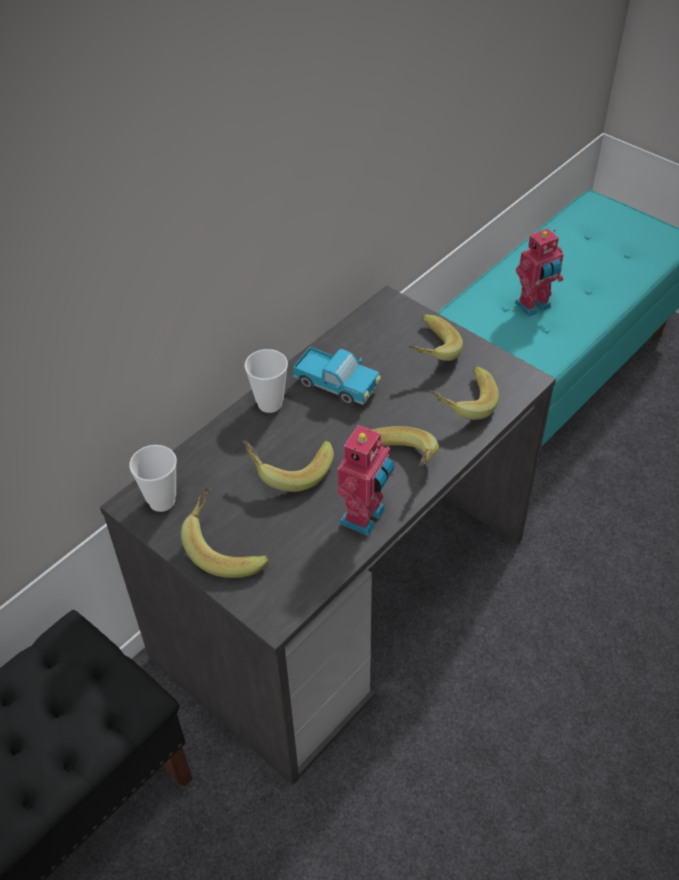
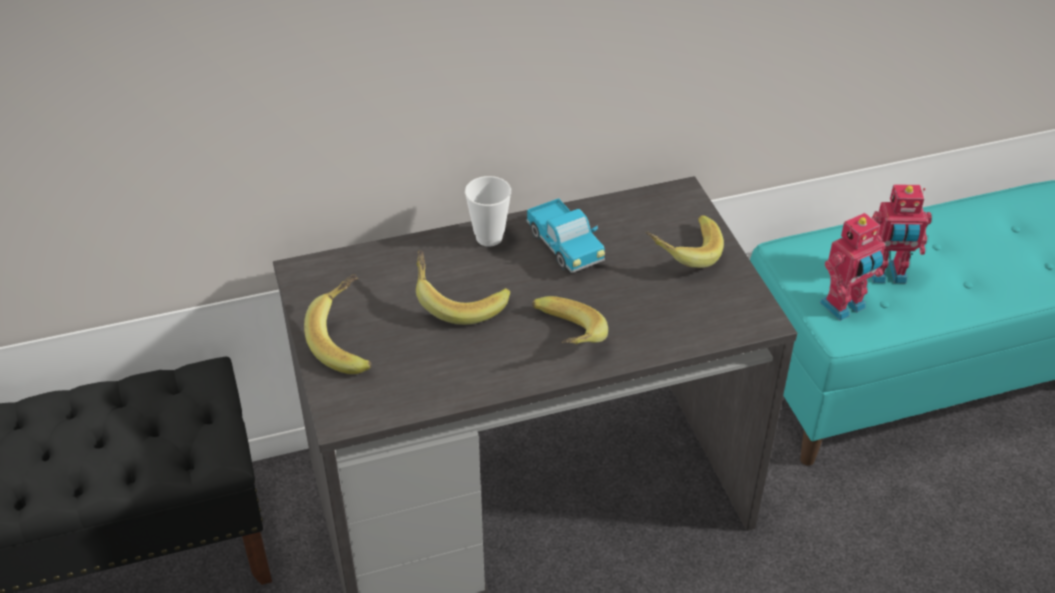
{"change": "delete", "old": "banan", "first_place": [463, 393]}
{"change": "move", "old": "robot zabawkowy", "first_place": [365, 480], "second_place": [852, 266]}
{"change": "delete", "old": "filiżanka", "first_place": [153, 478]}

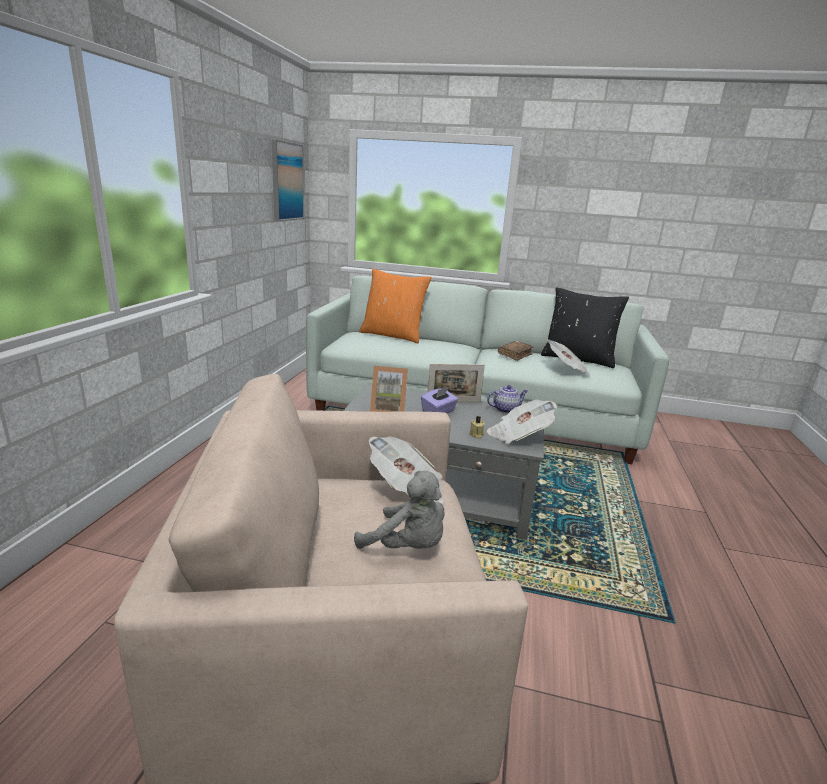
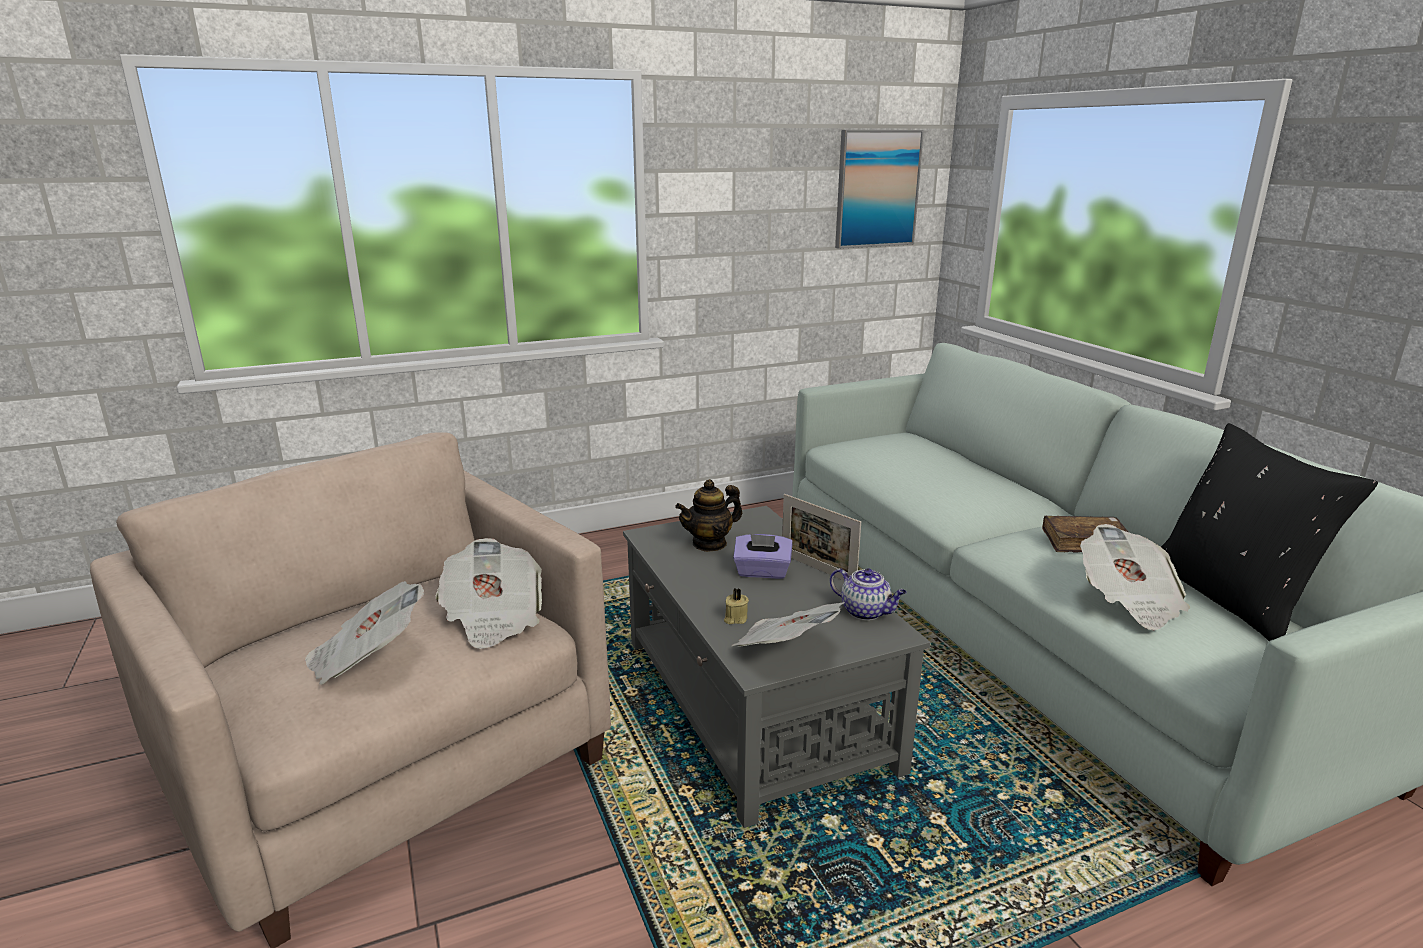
{"change": "delete", "old": "poduszka/pomarańczowy", "first_place": [395, 306]}
{"change": "replace", "old": "ramka na zdjęcie", "new": "imbryk", "first_place": [389, 389], "second_place": [708, 515]}
{"change": "replace", "old": "pluszak/szary", "new": "gazeta", "first_place": [399, 510], "second_place": [364, 633]}

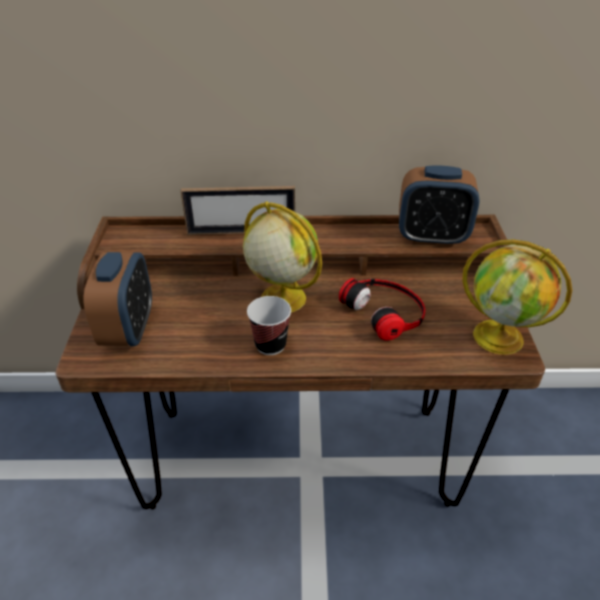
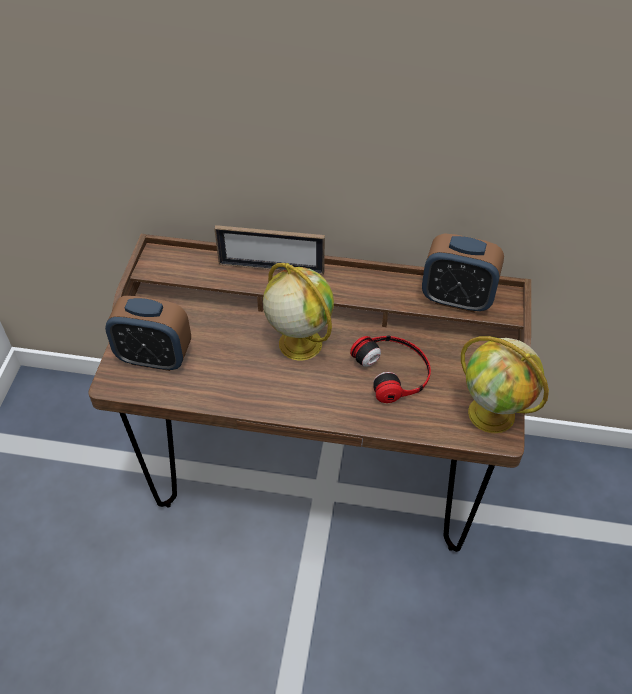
{"change": "rotate", "old": "budzik", "first_place": [118, 299], "second_place": [148, 333], "degrees": 90}
{"change": "delete", "old": "filiżanka", "first_place": [269, 325]}

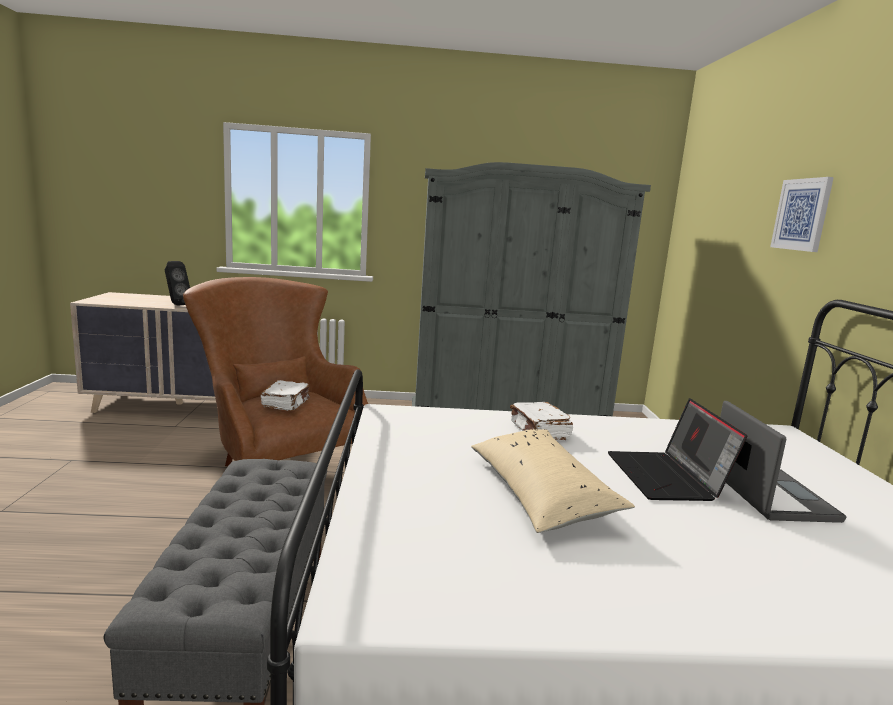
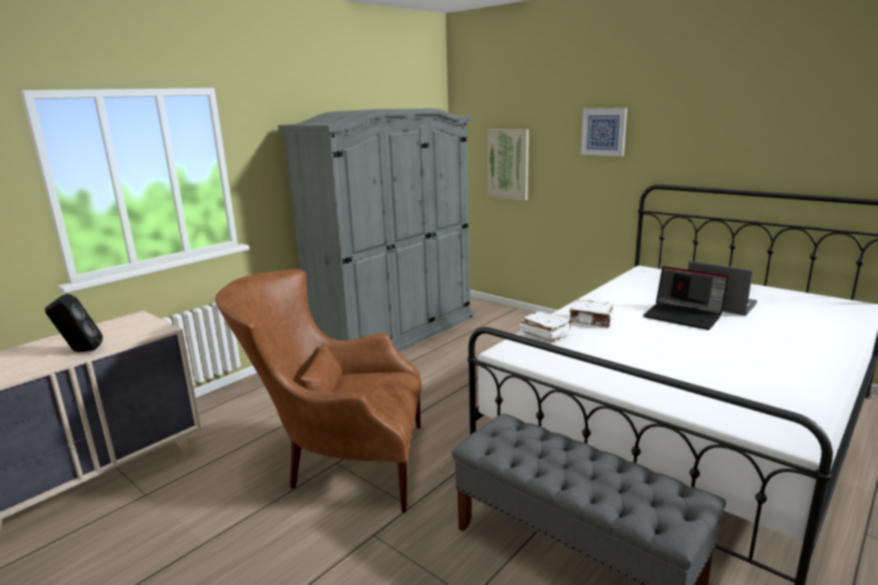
{"change": "move", "old": "książka/biały", "first_place": [285, 395], "second_place": [546, 326]}
{"change": "delete", "old": "poduszka/beżowy", "first_place": [553, 481]}
{"change": "insert", "new": "obraz", "second_place": [508, 165]}

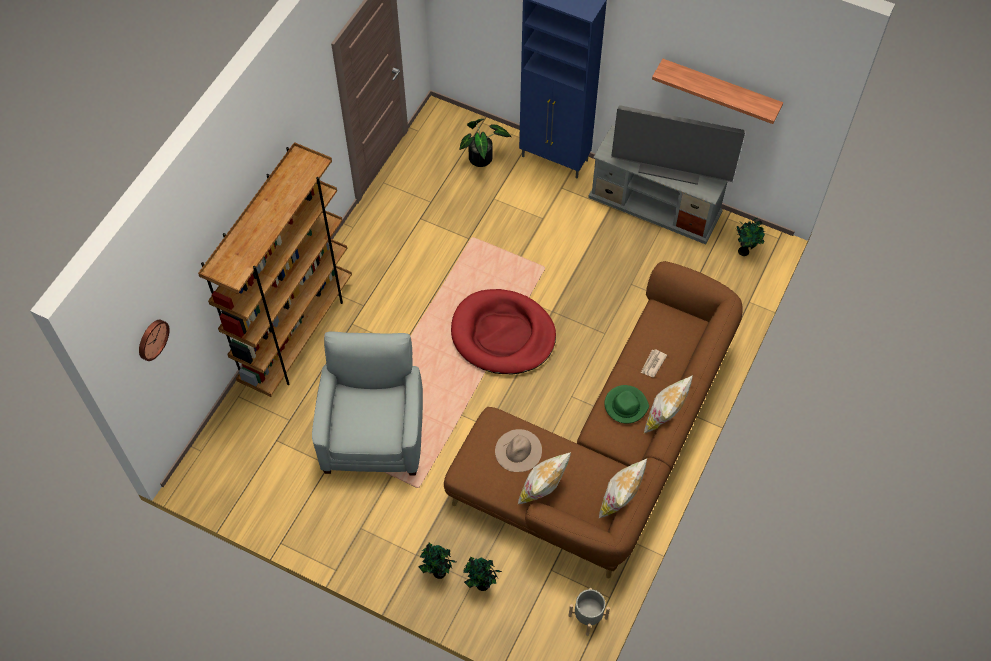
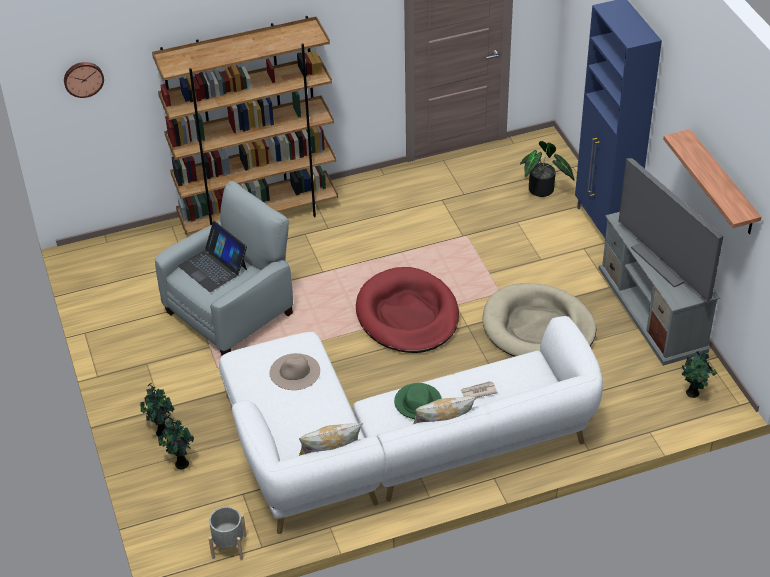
{"change": "recolor", "old": "kanapa/brązowy", "new": "kanapa/biały", "first_place": [593, 419], "second_place": [411, 425]}
{"change": "delete", "old": "poduszka", "first_place": [544, 478]}
{"change": "insert", "new": "laptop", "second_place": [213, 256]}
{"change": "insert", "new": "legowisko/beżowy", "second_place": [539, 320]}

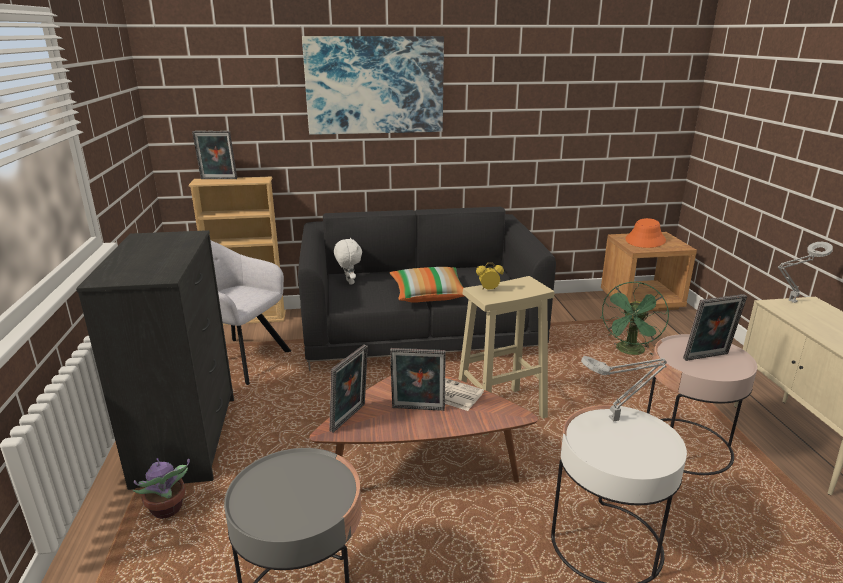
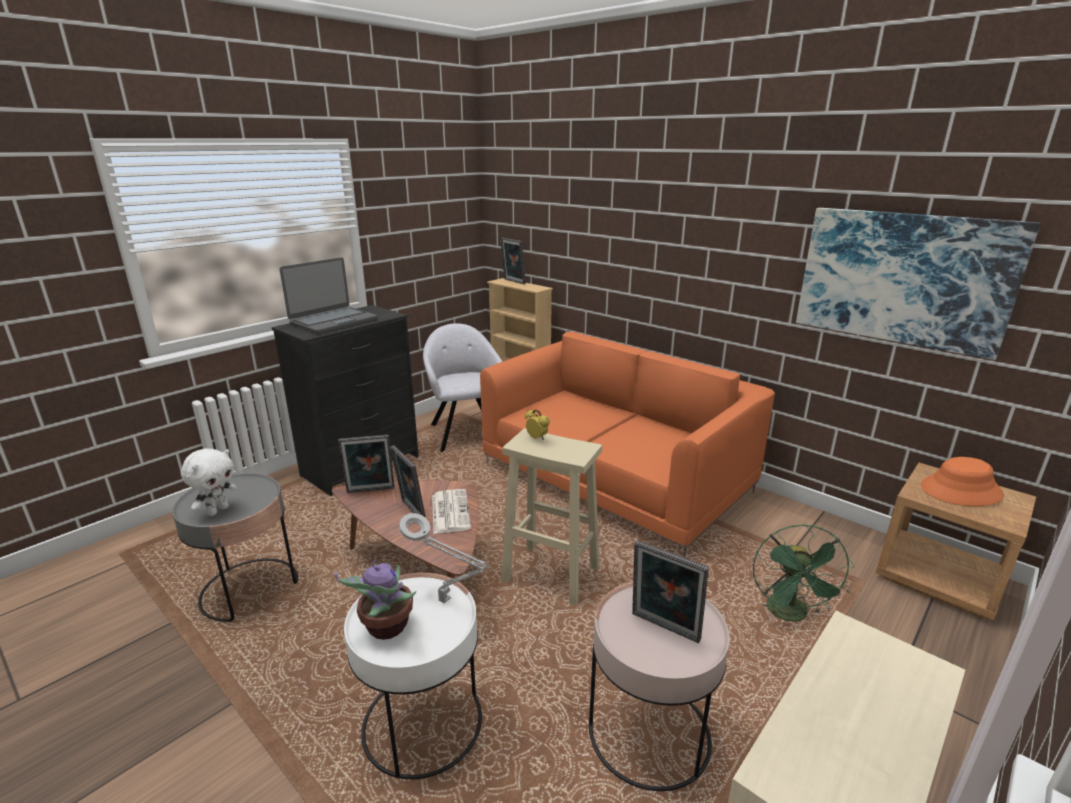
{"change": "move", "old": "obraz", "first_place": [373, 85], "second_place": [918, 284]}
{"change": "recolor", "old": "kanapa/czarny", "new": "kanapa/pomarańczowy", "first_place": [427, 289], "second_place": [627, 444]}
{"change": "move", "old": "pluszak/biały", "first_place": [348, 261], "second_place": [209, 482]}
{"change": "delete", "old": "lampa stołowa/szary", "first_place": [805, 272]}
{"change": "delete", "old": "poduszka", "first_place": [427, 285]}
{"change": "rotate", "old": "wentylator/zielony", "first_place": [634, 318], "second_place": [803, 573], "degrees": -75}
{"change": "move", "old": "roślina doniczkowa", "first_place": [161, 488], "second_place": [375, 600]}
{"change": "insert", "new": "laptop", "second_place": [329, 295]}

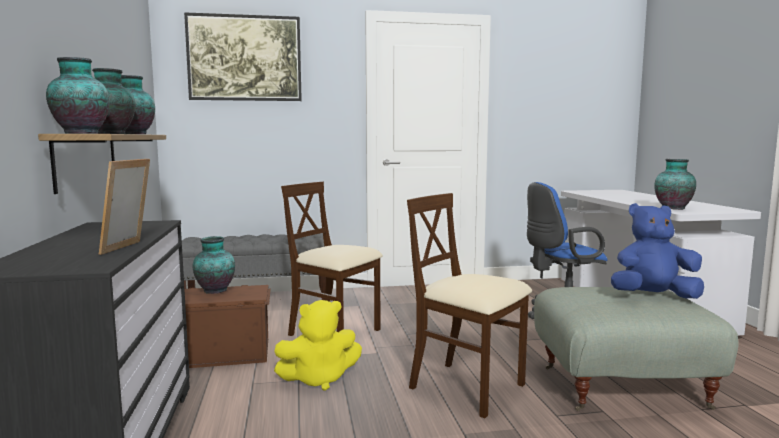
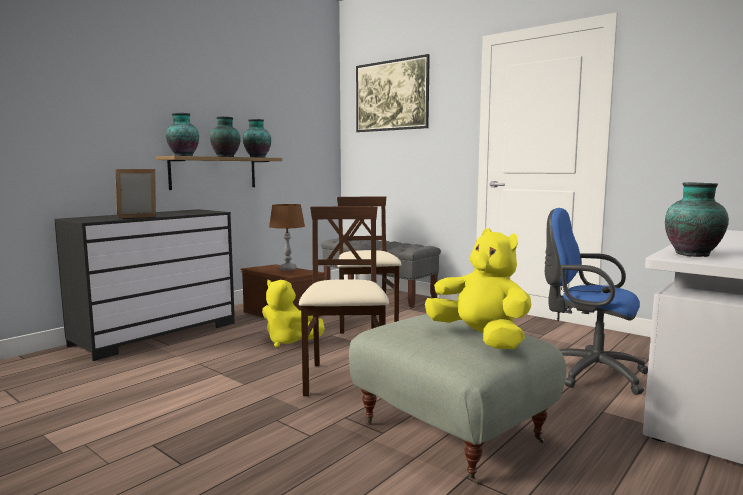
{"change": "recolor", "old": "pluszak/niebieski", "new": "pluszak/żółty", "first_place": [657, 251], "second_place": [478, 288]}
{"change": "replace", "old": "wazon", "new": "lampa stołowa/brązowy", "first_place": [213, 265], "second_place": [287, 237]}

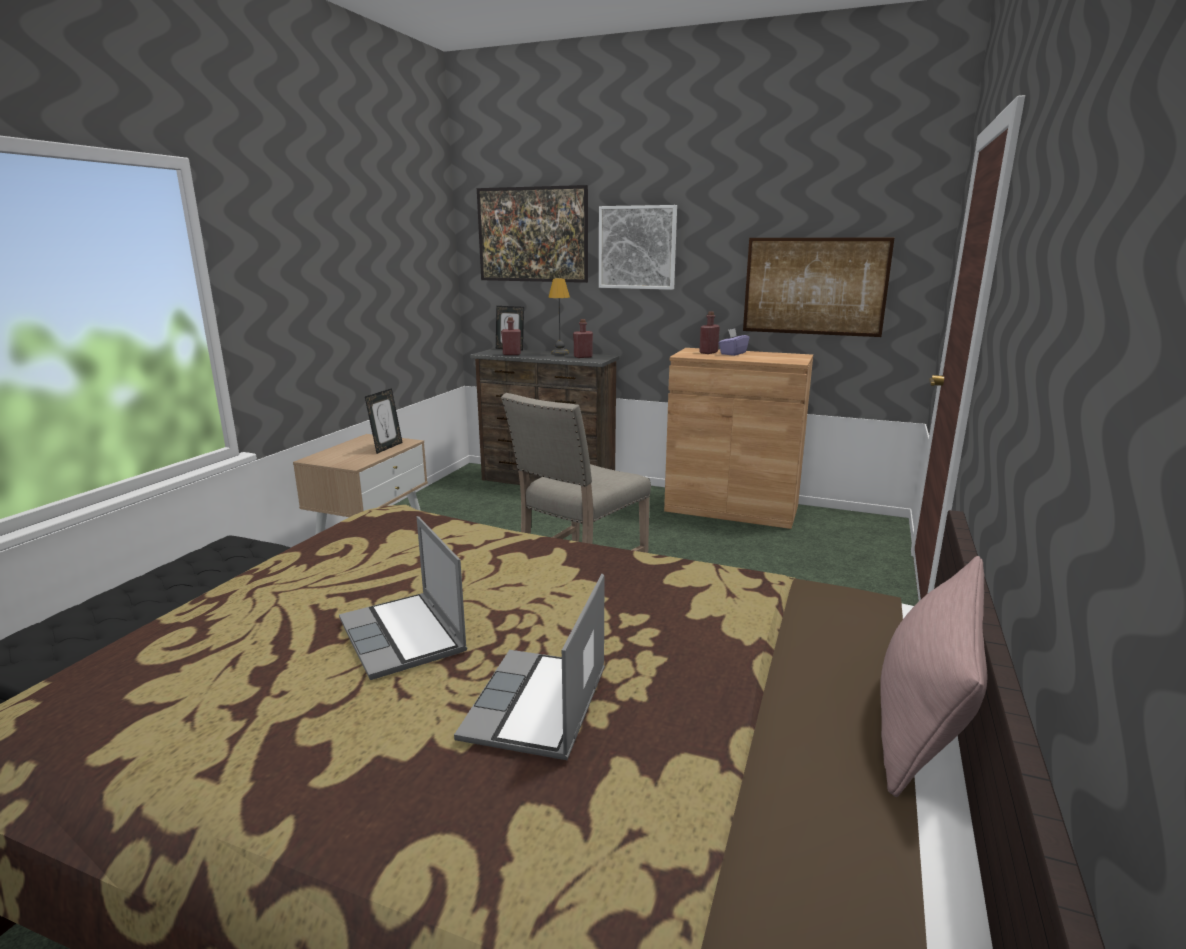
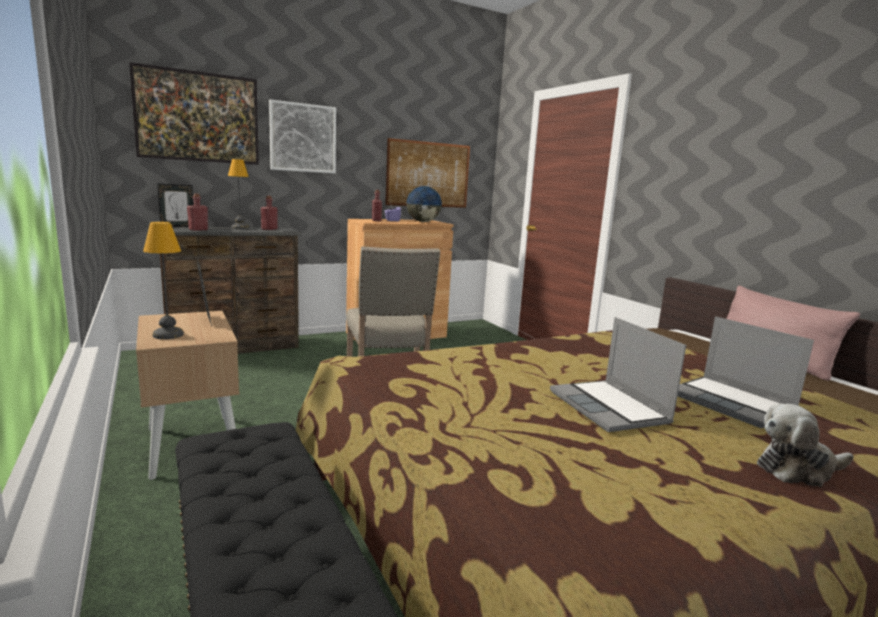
{"change": "rotate", "old": "laptop", "first_place": [403, 598], "second_place": [618, 374], "degrees": 60}
{"change": "insert", "new": "globus", "second_place": [424, 204]}
{"change": "insert", "new": "lampa stołowa", "second_place": [163, 280]}
{"change": "insert", "new": "pluszak", "second_place": [805, 445]}

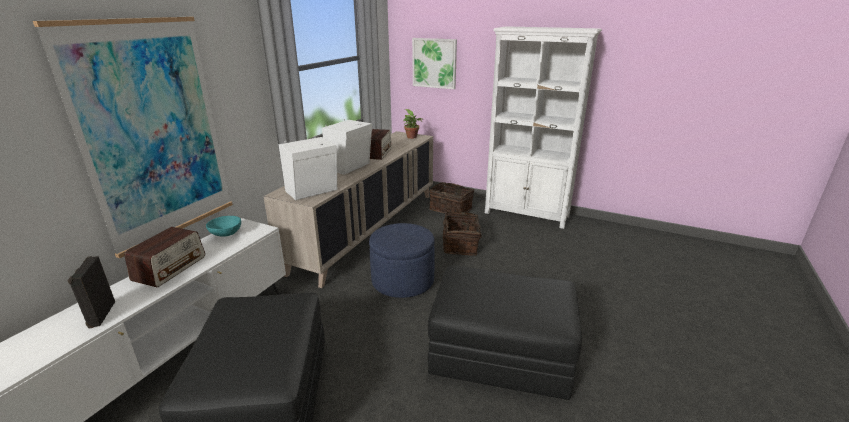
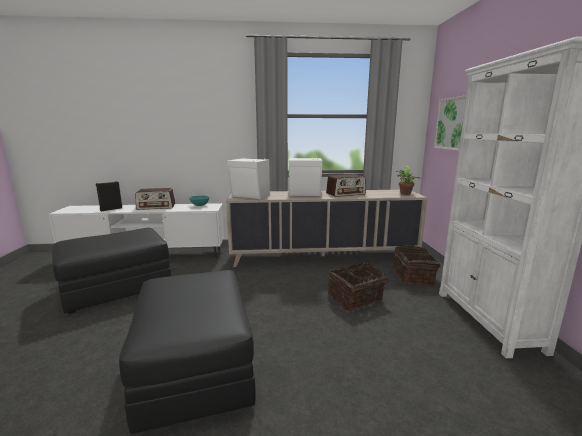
{"change": "delete", "old": "obraz", "first_place": [133, 137]}
{"change": "delete", "old": "pufa/niebieski", "first_place": [402, 260]}

